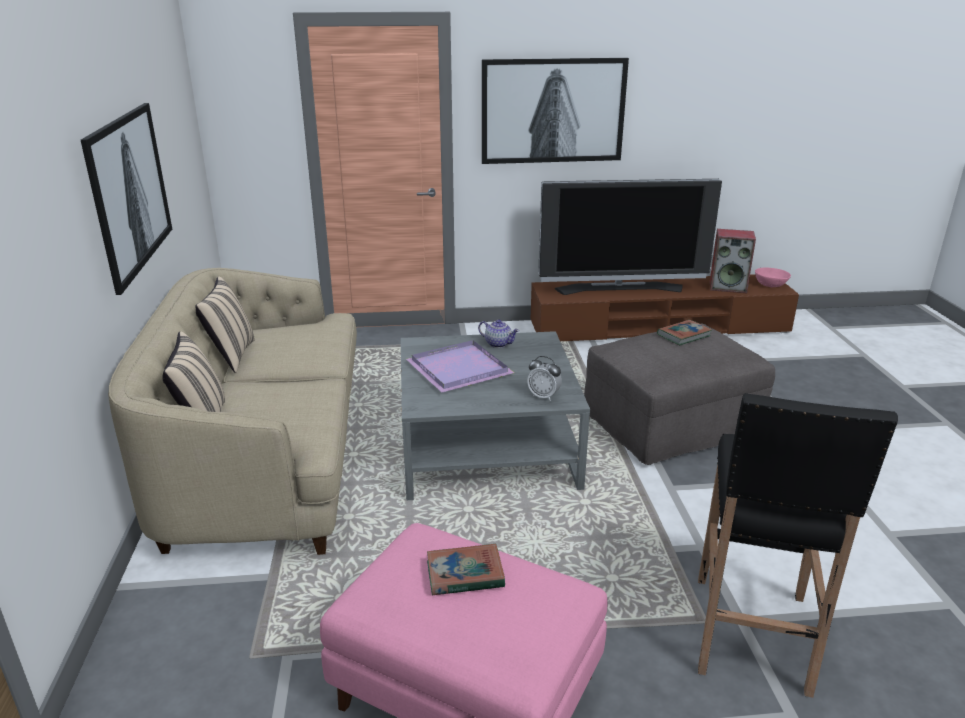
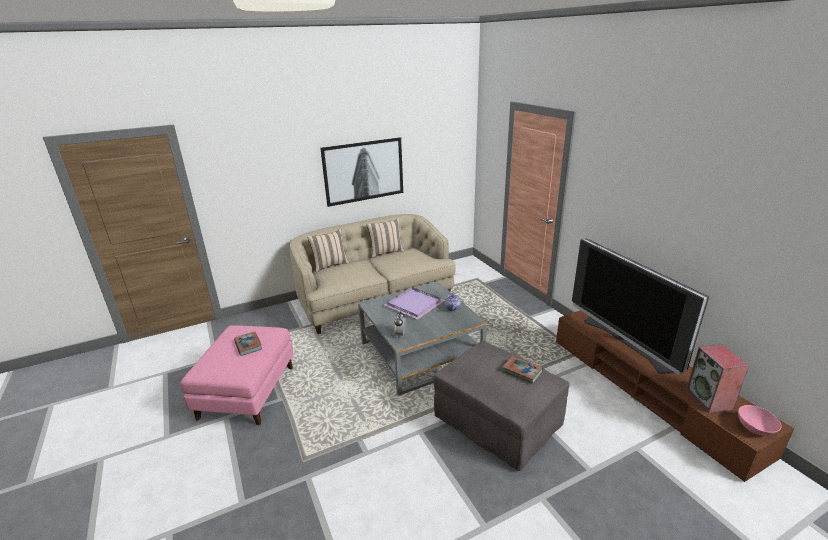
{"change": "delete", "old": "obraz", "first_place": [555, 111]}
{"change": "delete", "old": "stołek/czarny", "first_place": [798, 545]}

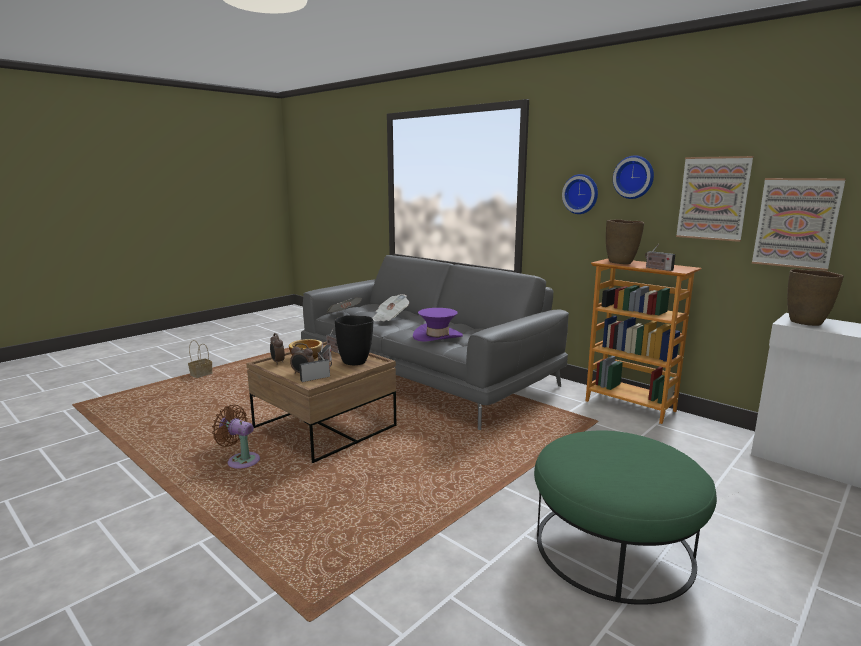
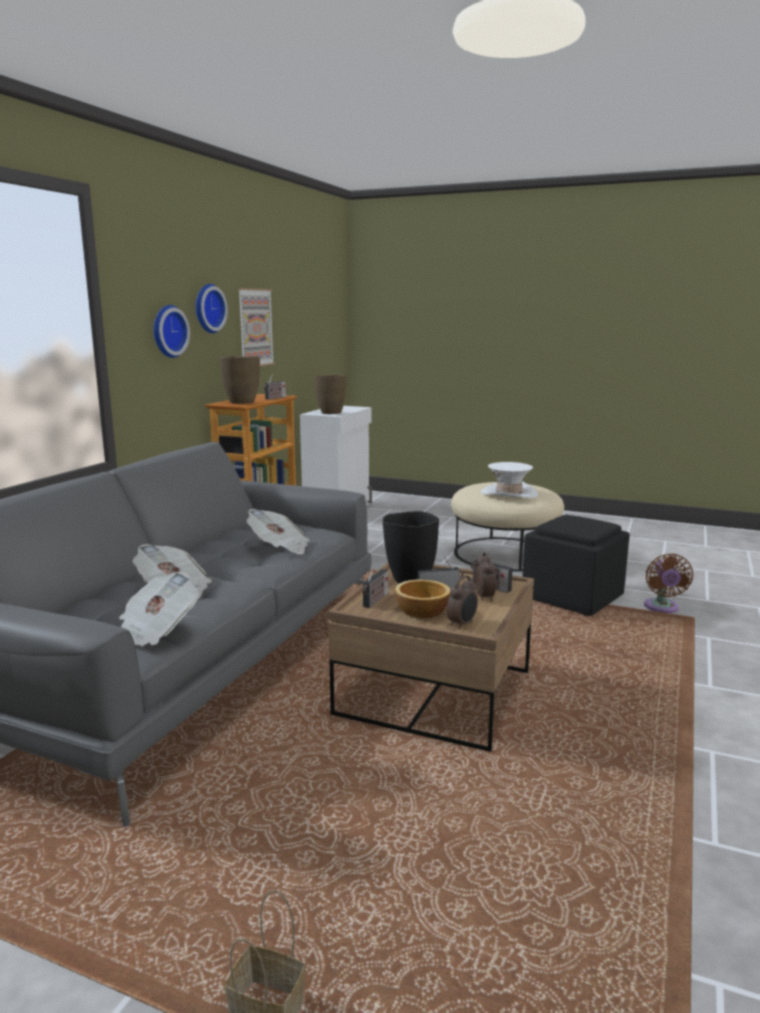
{"change": "delete", "old": "obraz", "first_place": [799, 224]}
{"change": "replace", "old": "kapelusz/fioletowy", "new": "gazeta", "first_place": [438, 325], "second_place": [277, 531]}
{"change": "move", "old": "wentylator/brązowy", "first_place": [236, 437], "second_place": [668, 583]}
{"change": "recolor", "old": "pufa/zielony", "new": "pufa/beżowy", "first_place": [625, 518], "second_place": [507, 526]}
{"change": "insert", "new": "kapelusz/biały", "second_place": [509, 480]}
{"change": "insert", "new": "pufa/czarny", "second_place": [576, 565]}

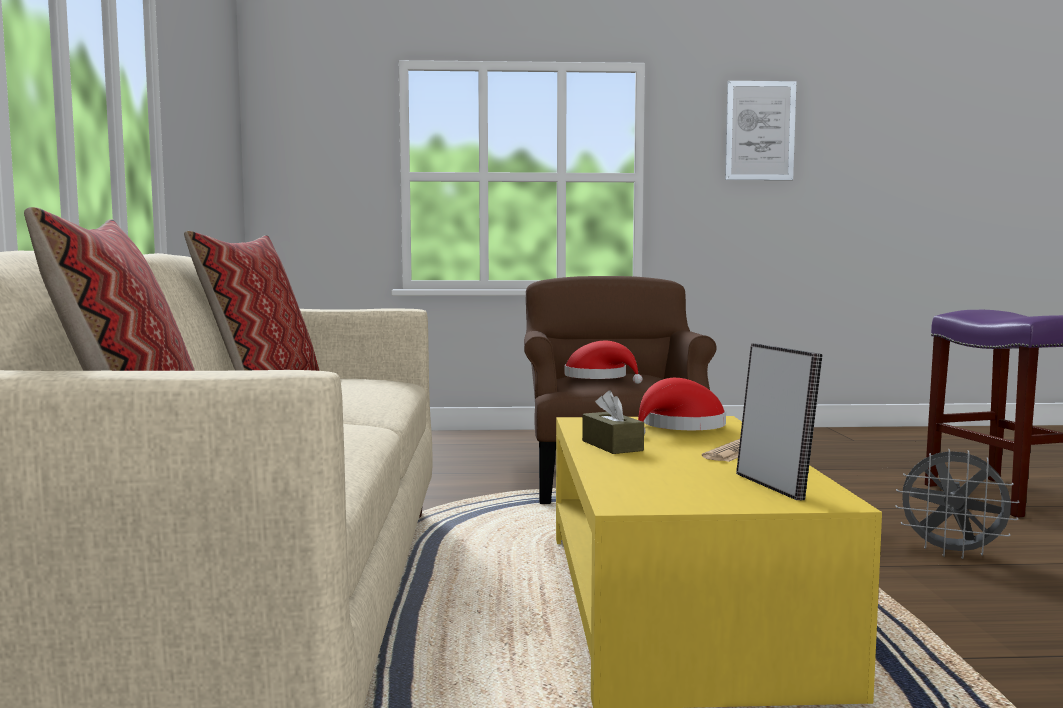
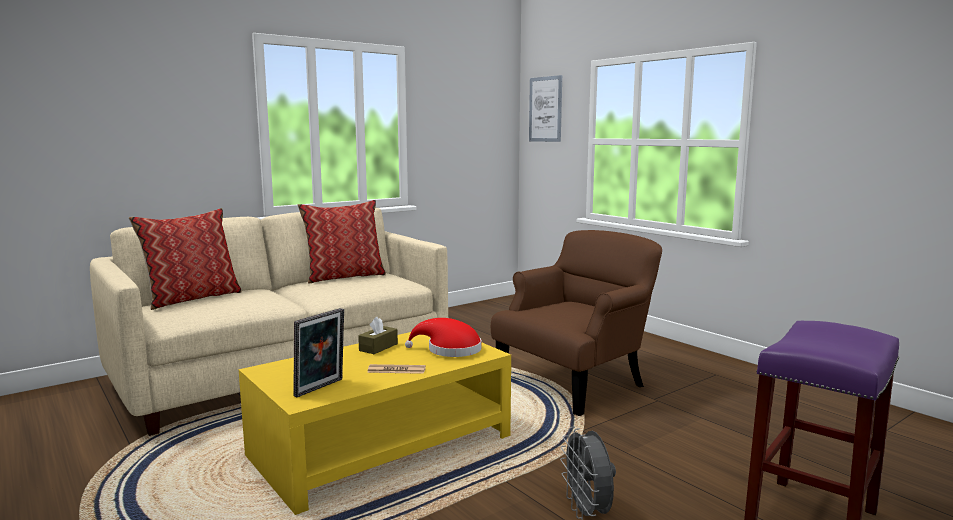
{"change": "move", "old": "obraz", "first_place": [761, 130], "second_place": [545, 108]}
{"change": "delete", "old": "kapelusz/czerwony", "first_place": [603, 362]}

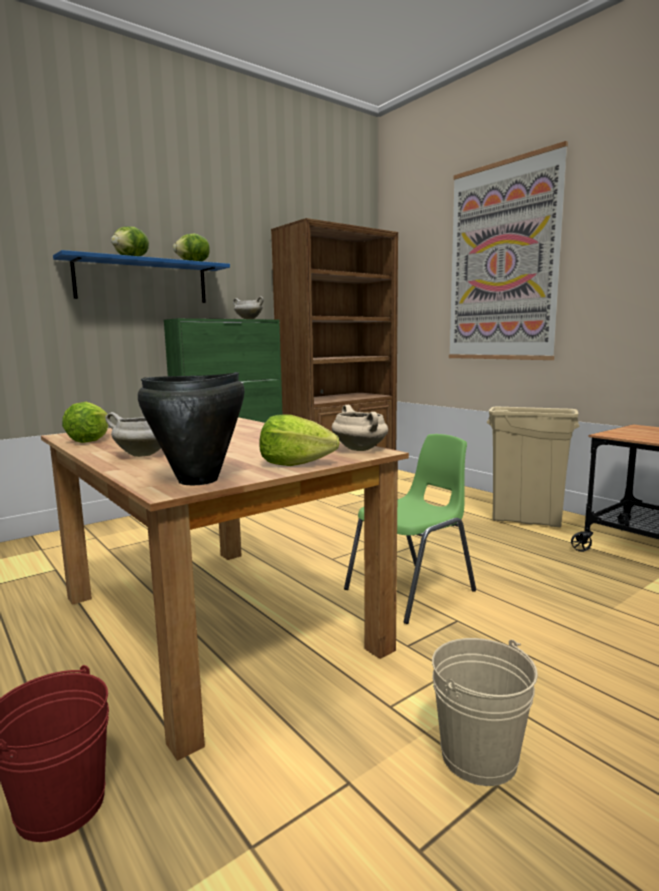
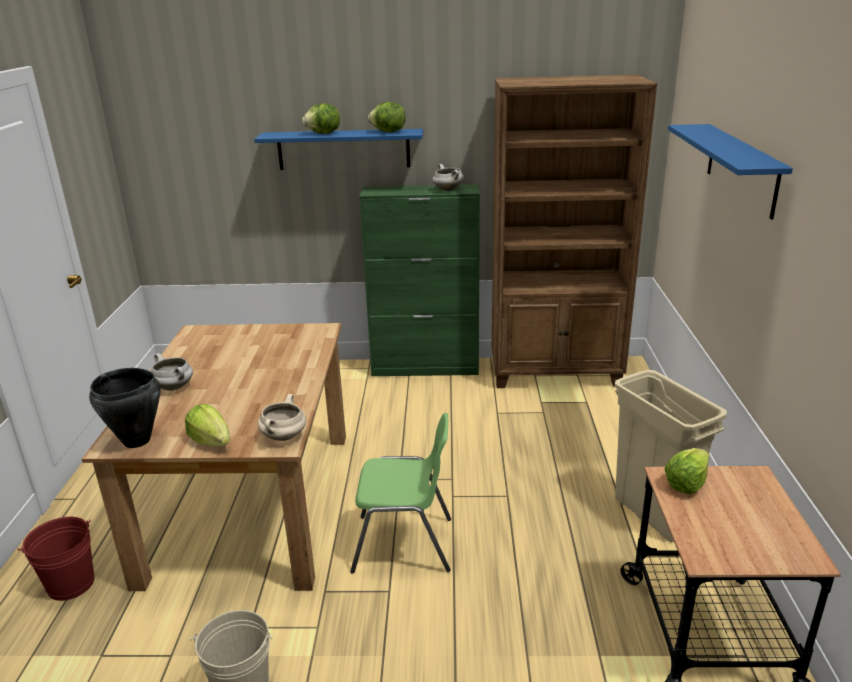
{"change": "replace", "old": "obraz", "new": "półka/niebieski", "first_place": [508, 250], "second_place": [730, 171]}
{"change": "move", "old": "sałata", "first_place": [85, 422], "second_place": [686, 471]}

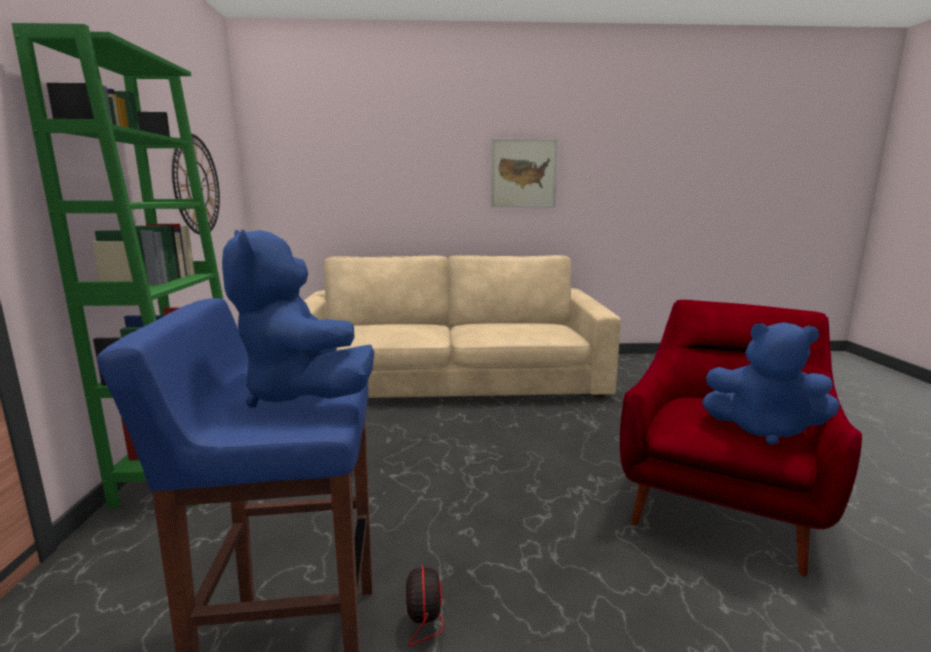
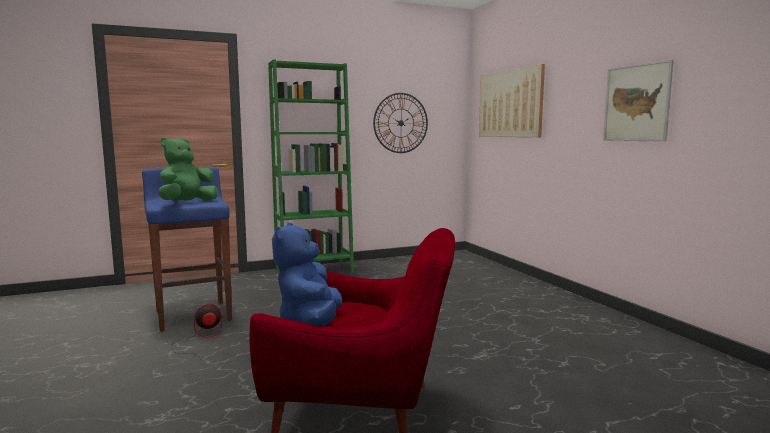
{"change": "recolor", "old": "pluszak/niebieski", "new": "pluszak/zielony", "first_place": [298, 318], "second_place": [188, 170]}
{"change": "delete", "old": "kanapa/beżowy", "first_place": [462, 326]}
{"change": "insert", "new": "obraz", "second_place": [512, 100]}

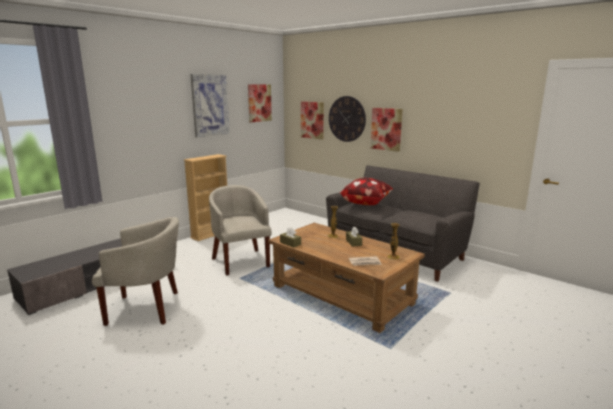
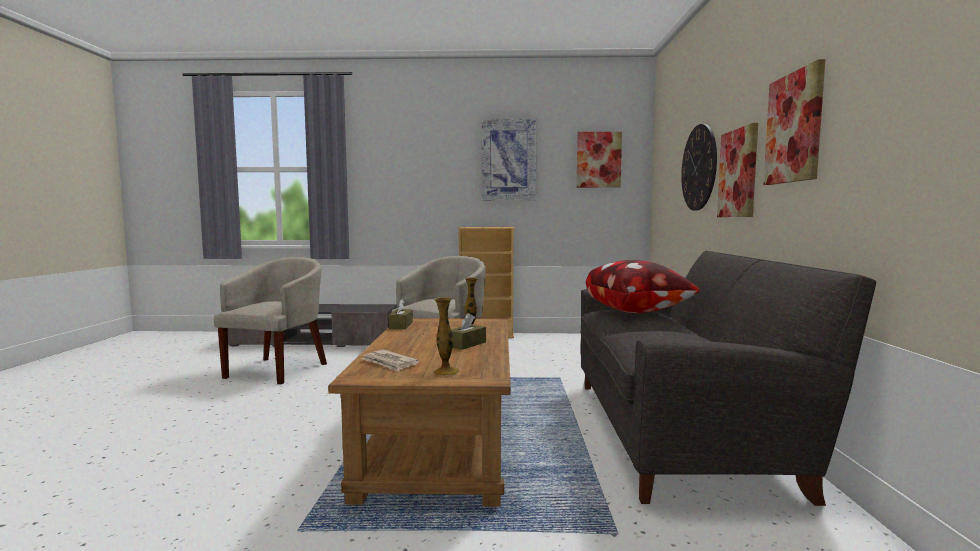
{"change": "move", "old": "obraz", "first_place": [312, 121], "second_place": [794, 122]}
{"change": "rotate", "old": "fotel/beżowy", "first_place": [135, 271], "second_place": [270, 320], "degrees": -120}

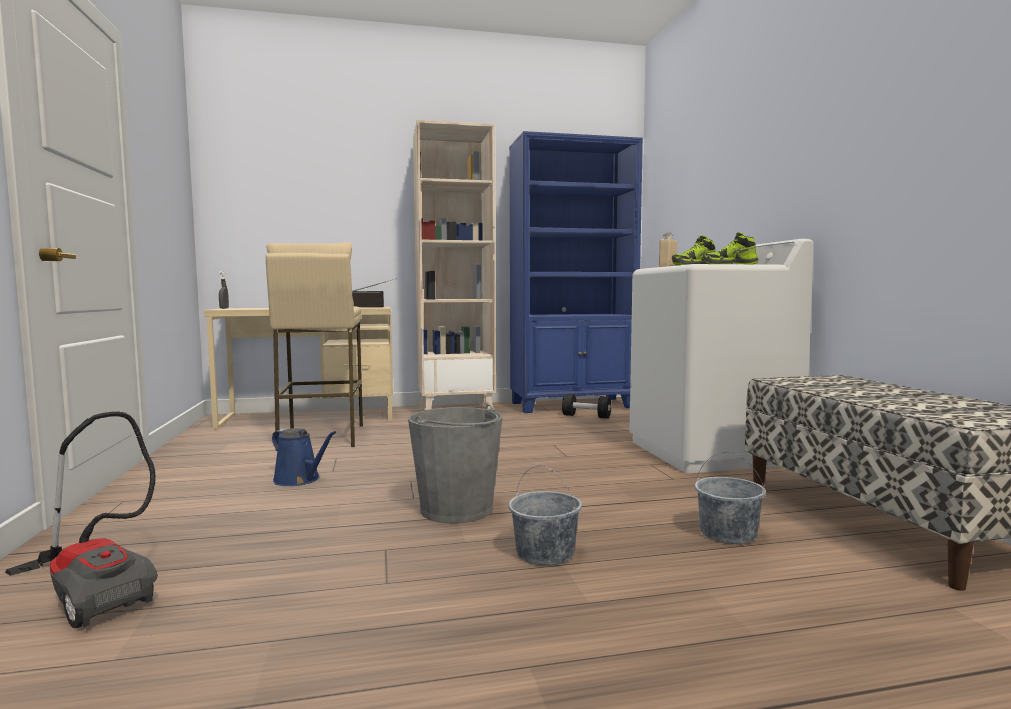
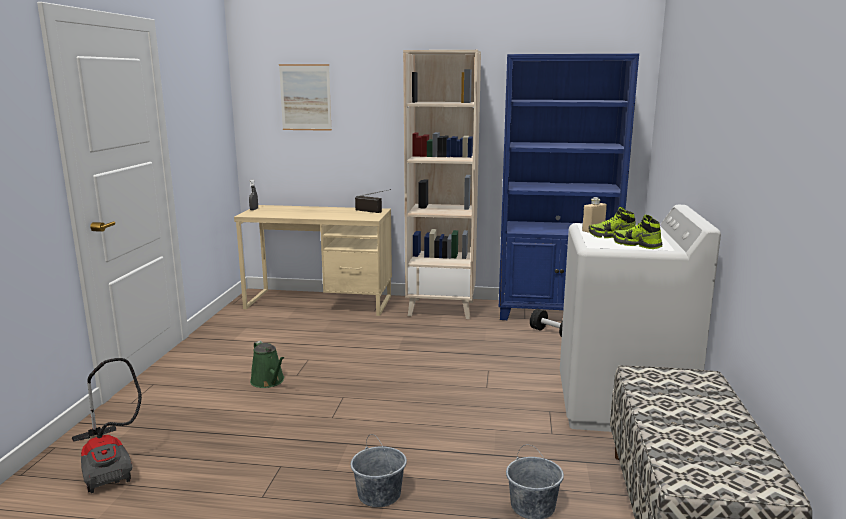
{"change": "delete", "old": "stołek/beżowy", "first_place": [314, 346]}
{"change": "delete", "old": "wiadro/szary", "first_place": [455, 464]}
{"change": "recolor", "old": "konewka/niebieski", "new": "konewka/zielony", "first_place": [304, 457], "second_place": [267, 364]}
{"change": "insert", "new": "obraz", "second_place": [305, 97]}

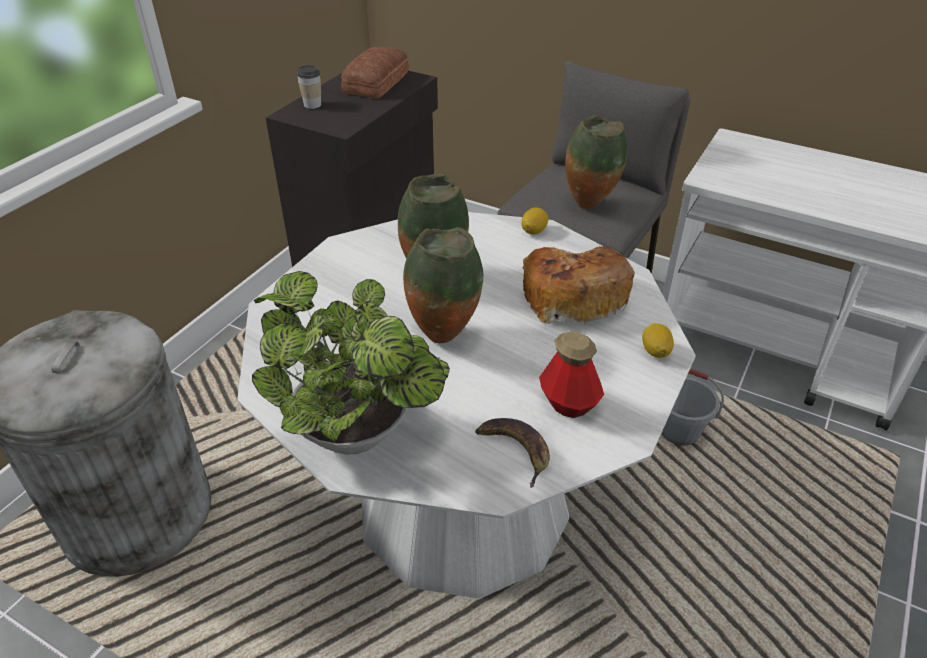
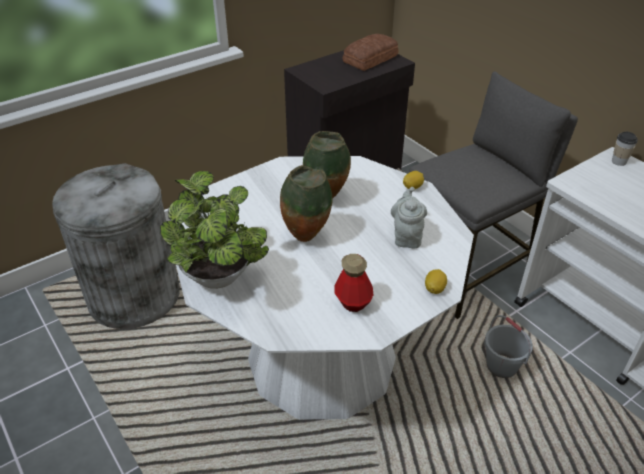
{"change": "move", "old": "filiżanka", "first_place": [309, 87], "second_place": [625, 149]}
{"change": "delete", "old": "wazon", "first_place": [596, 162]}
{"change": "replace", "old": "chleb", "new": "imbryk/szary", "first_place": [578, 285], "second_place": [409, 217]}
{"change": "delete", "old": "banan", "first_place": [512, 453]}

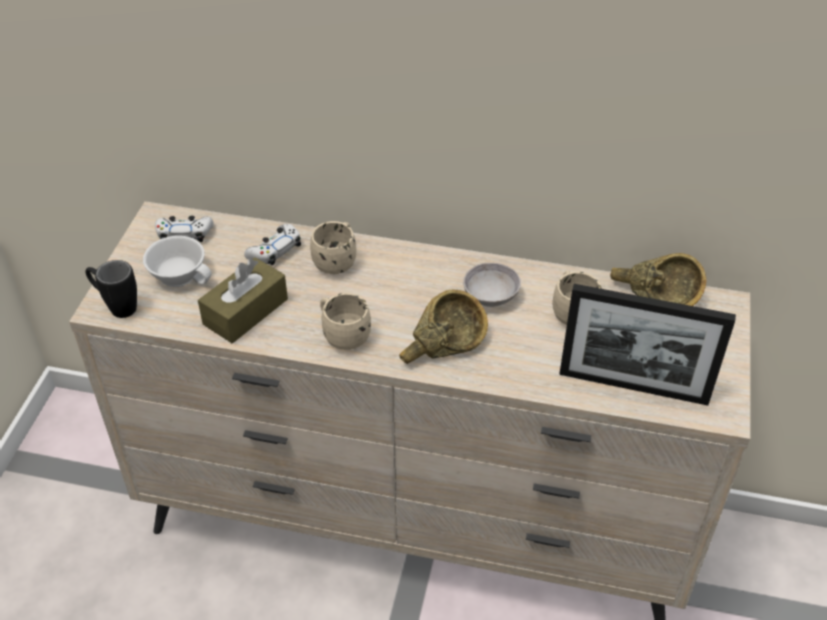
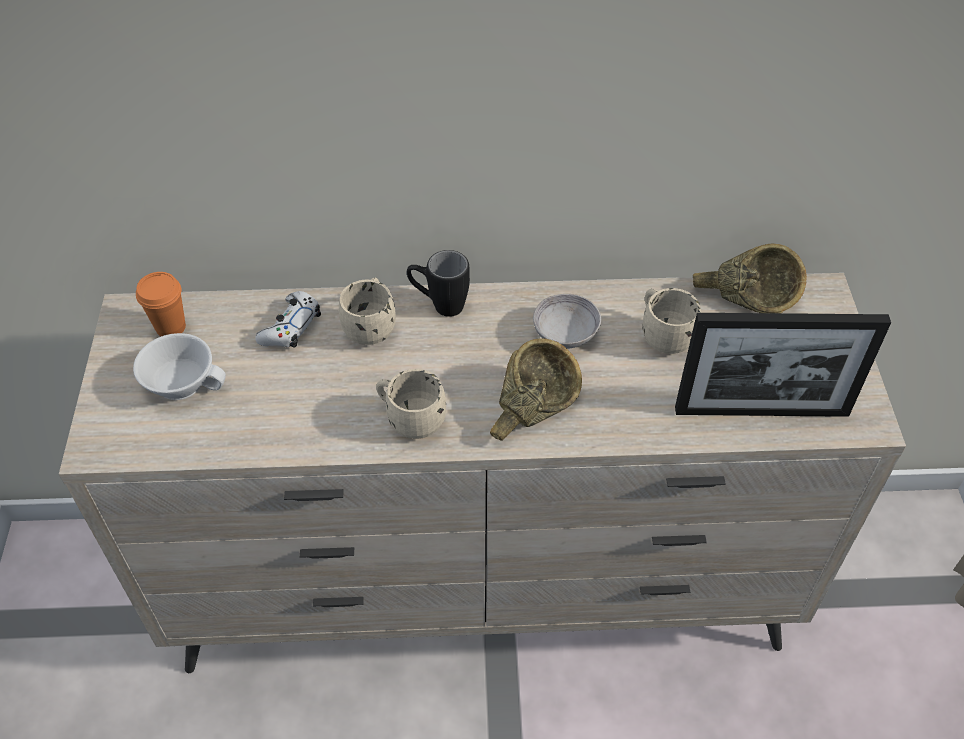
{"change": "replace", "old": "pad do gier/biały", "new": "filiżanka/pomarańczowy", "first_place": [184, 229], "second_place": [161, 304]}
{"change": "delete", "old": "pudełko chusteczek/brązowy", "first_place": [243, 300]}
{"change": "move", "old": "kubek/czarny", "first_place": [111, 289], "second_place": [438, 283]}

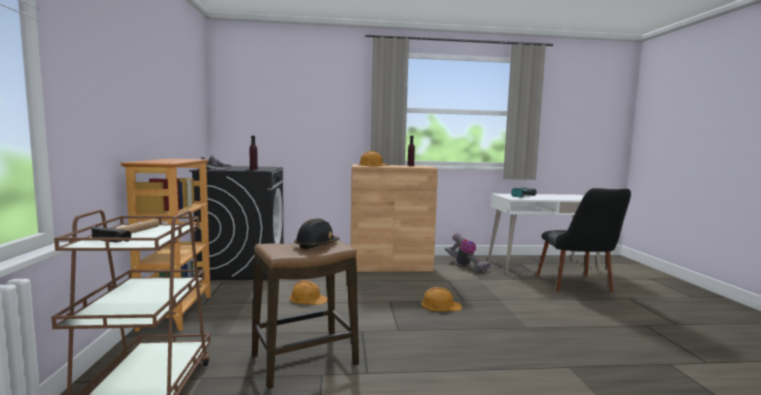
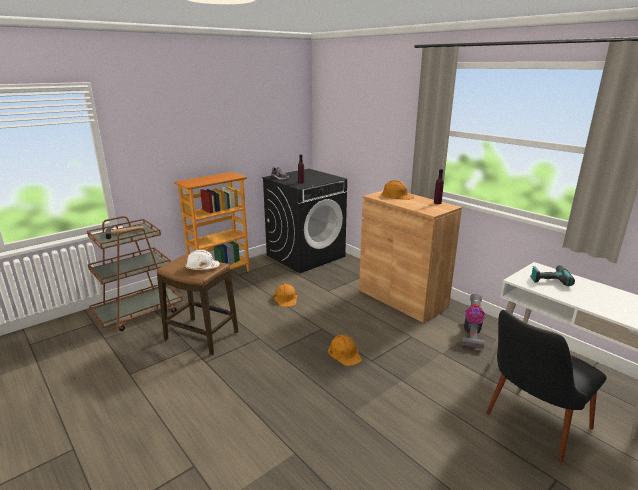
{"change": "recolor", "old": "kask/czarny", "new": "kask/biały", "first_place": [317, 233], "second_place": [202, 259]}

